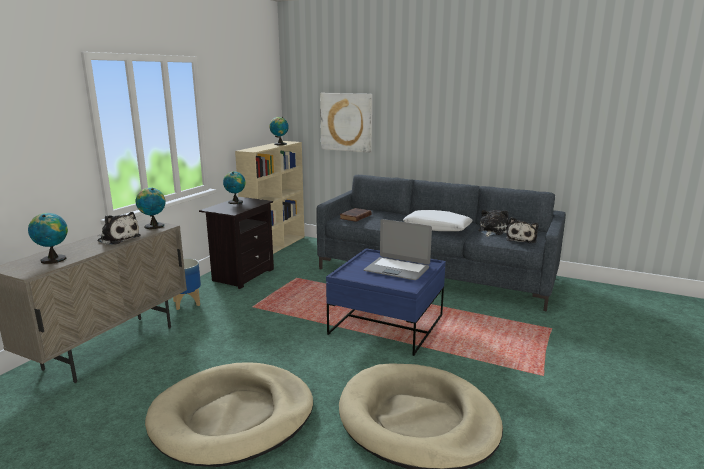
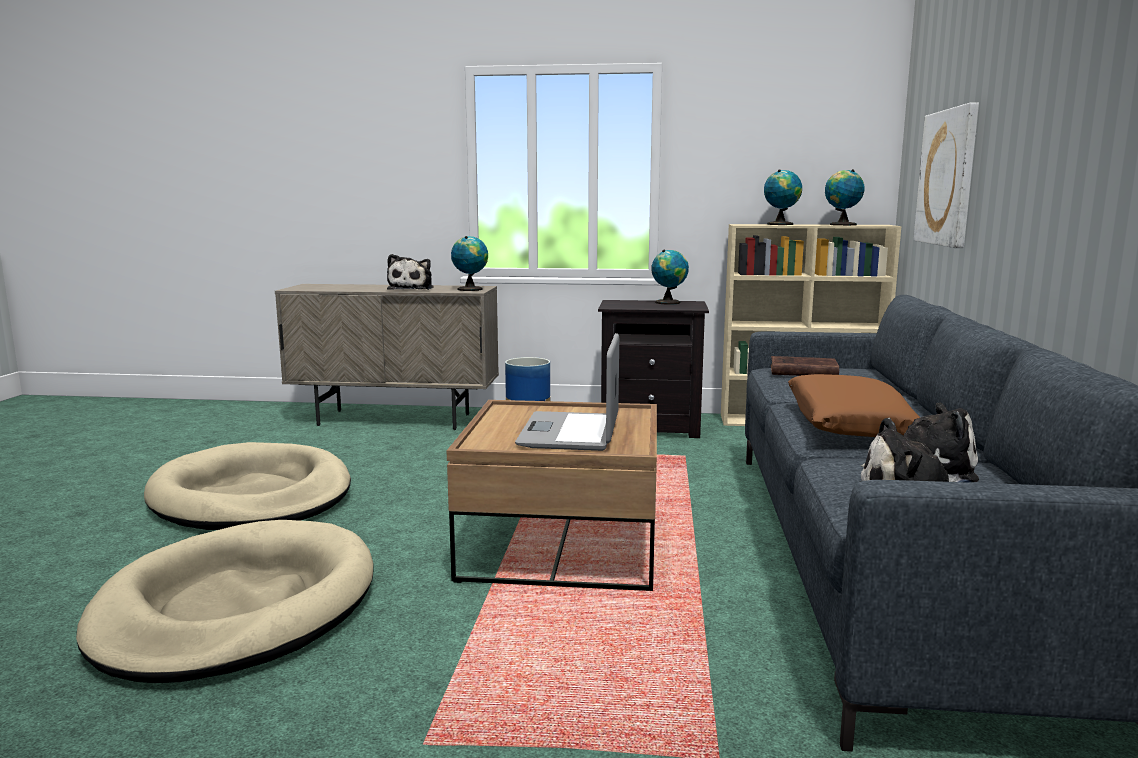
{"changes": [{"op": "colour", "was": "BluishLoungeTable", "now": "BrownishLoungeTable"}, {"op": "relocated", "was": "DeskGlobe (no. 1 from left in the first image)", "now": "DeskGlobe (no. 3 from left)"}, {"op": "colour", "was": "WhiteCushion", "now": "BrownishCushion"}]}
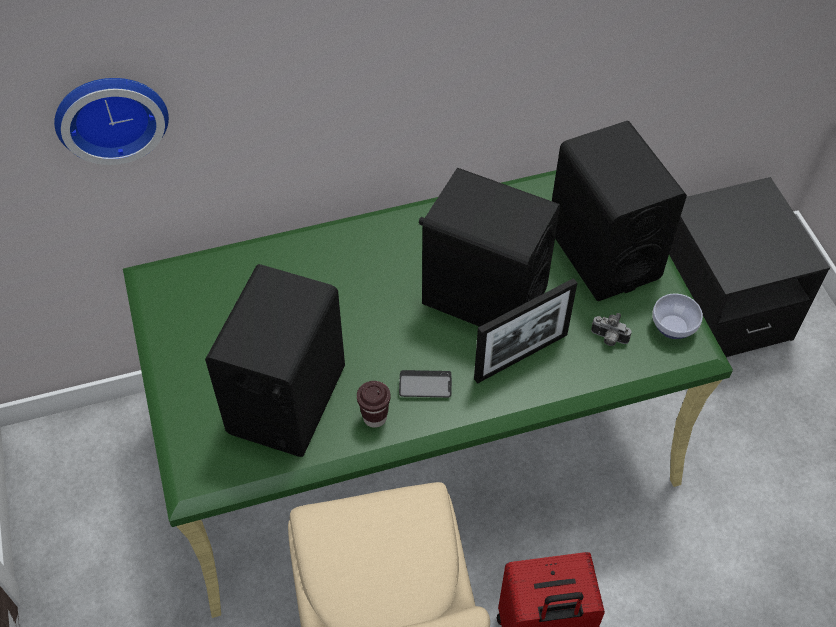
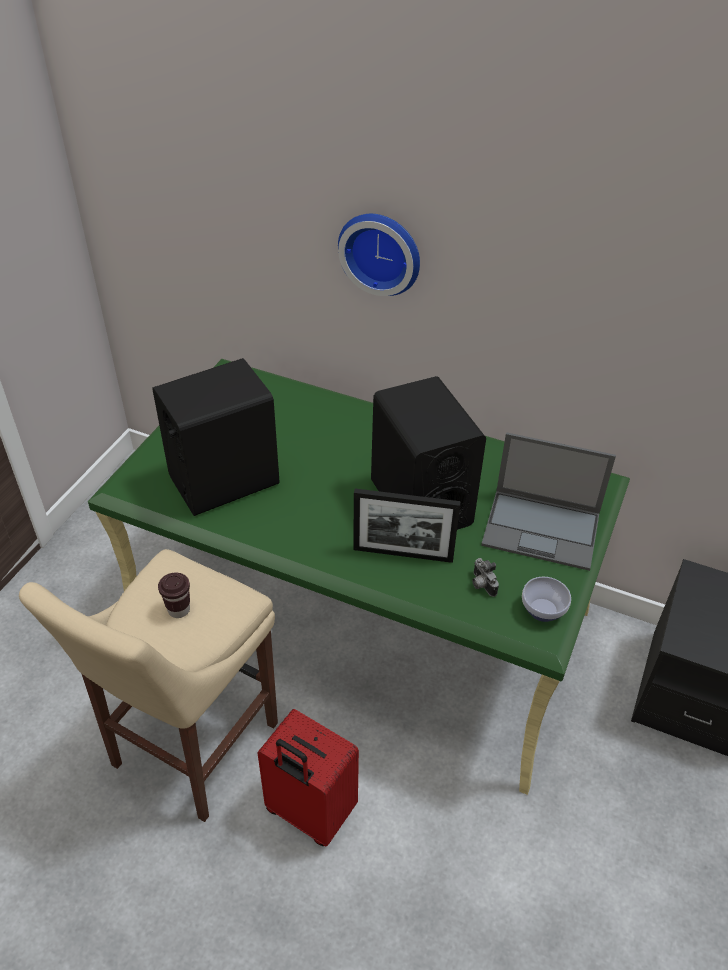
{"changes": [{"op": "relocated", "was": "BrownishSmallCup"}, {"op": "relocated", "was": "ClockOnTheWall"}, {"op": "exchanged", "was": "BlackishAudioSpeaker (no. 3 from left)", "now": "PortableComputer"}, {"op": "missing", "was": "Phone"}]}
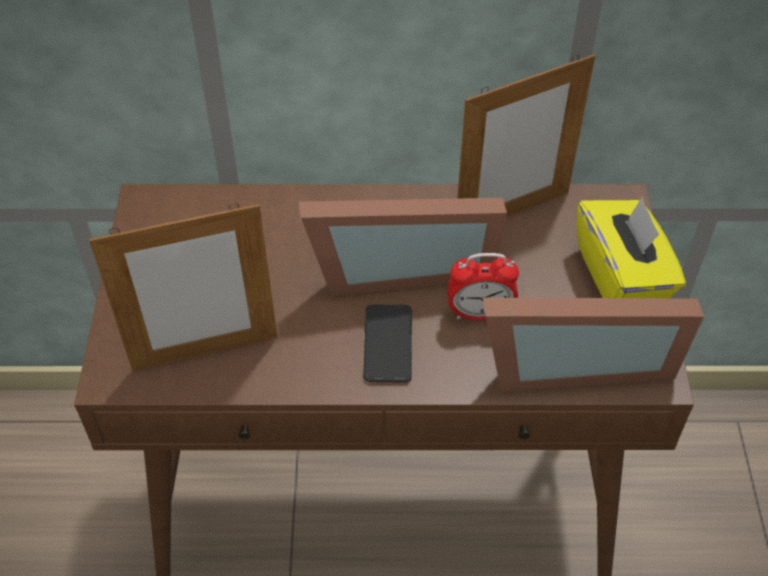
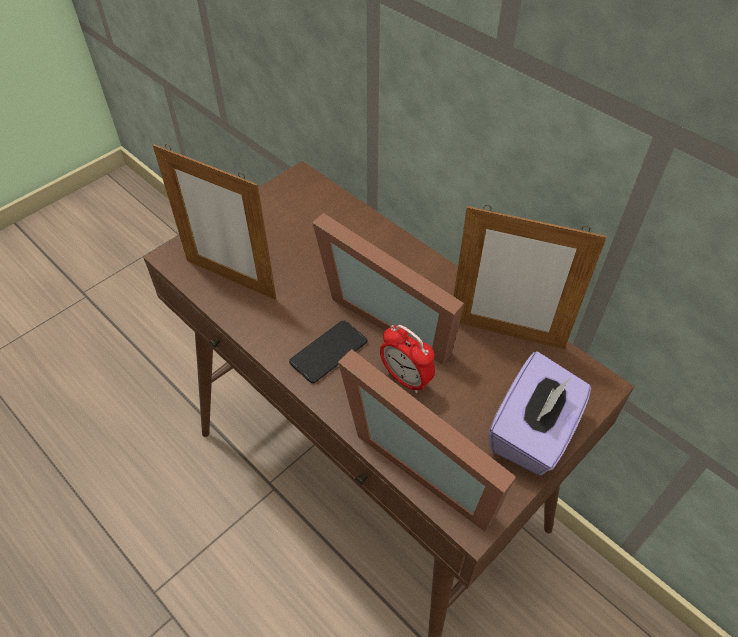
{"changes": [{"op": "colour", "was": "YellowBoxOfTissues", "now": "PurpleColouredBoxOfTissues"}]}
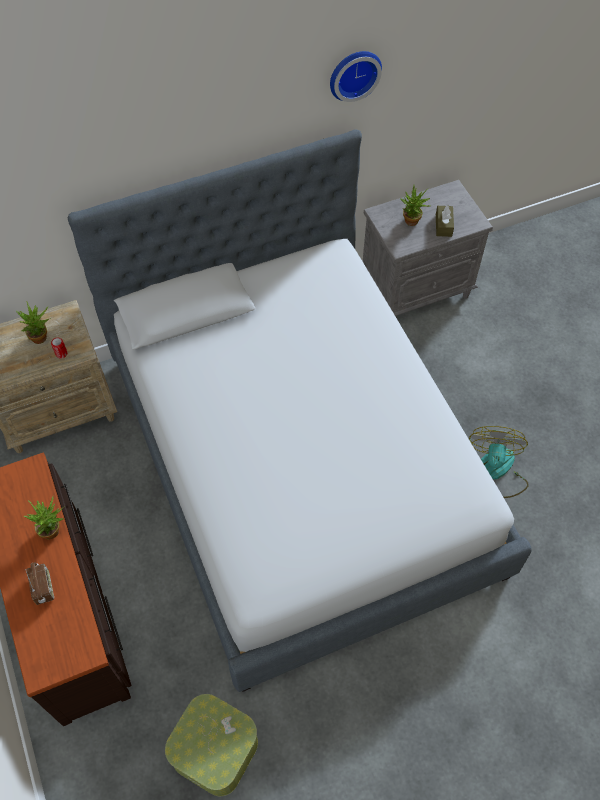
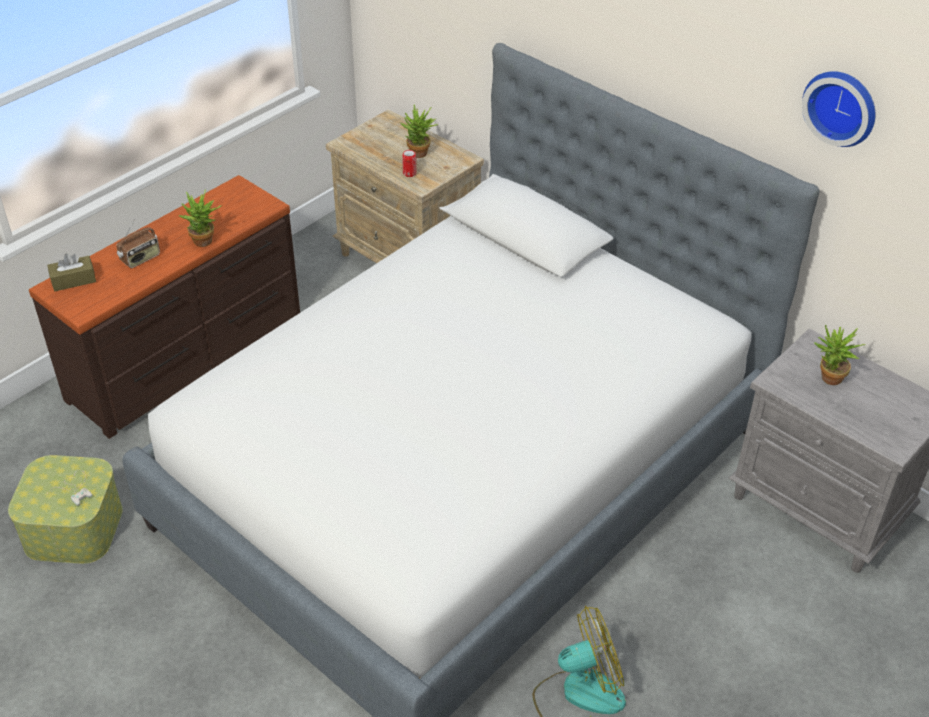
{"changes": [{"op": "relocated", "was": "BrownishBoxOfTissues"}]}
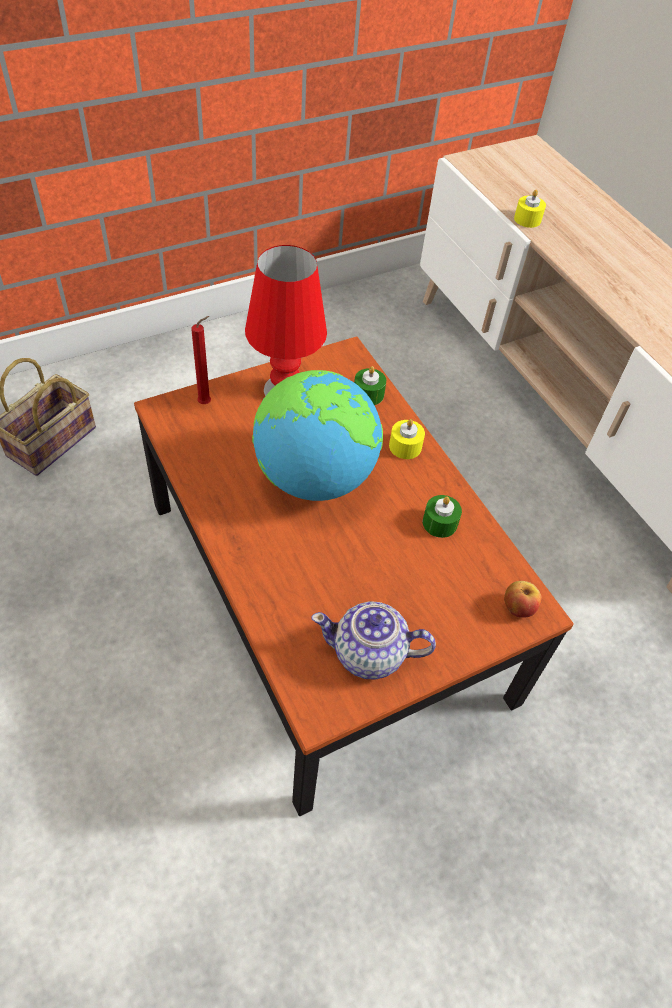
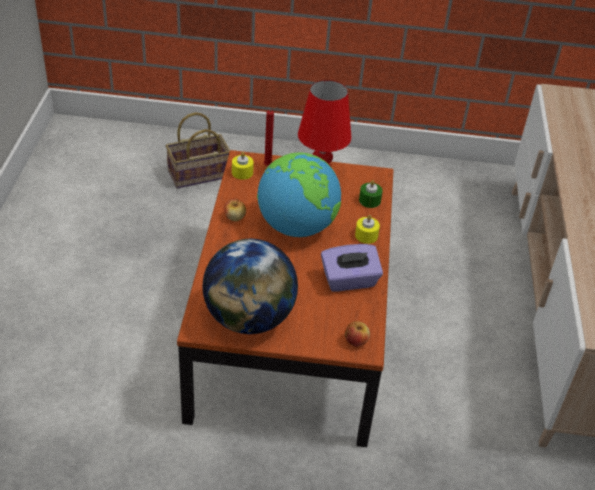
{"changes": [{"op": "exchanged", "was": "PotForTea", "now": "DeskGlobe (no. 1 from left)"}, {"op": "appeared", "now": "AppleFruit (no. 1 from left)"}, {"op": "relocated", "was": "YellowWaxCandle (no. 2 from left in the first image)", "now": "YellowWaxCandle (no. 1 from left)"}, {"op": "exchanged", "was": "GreenColouredWaxCandle (no. 2 from left)", "now": "PurpleColouredBoxOfTissues"}]}
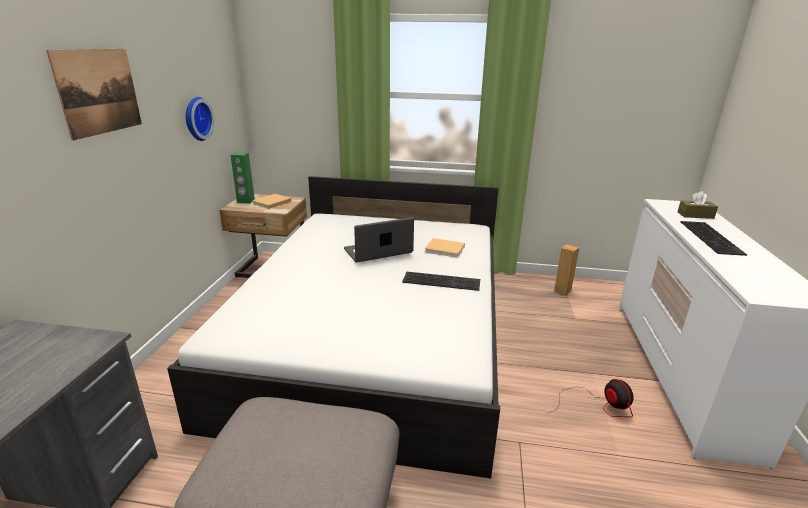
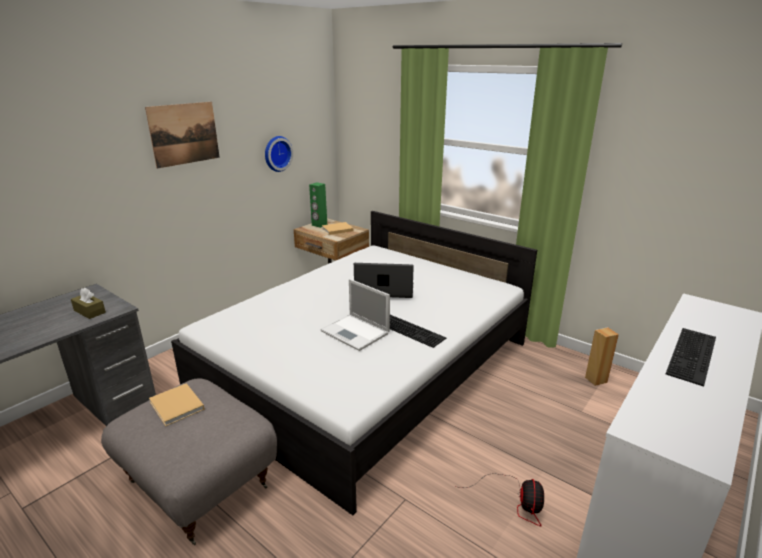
{"changes": [{"op": "relocated", "was": "BrownishBoxOfTissues"}, {"op": "relocated", "was": "BeigeColouredBook (no. 2 from left in the first image)", "now": "BeigeColouredBook (no. 1 from left)"}, {"op": "appeared", "now": "PortableComputer (no. 1 from left)"}]}
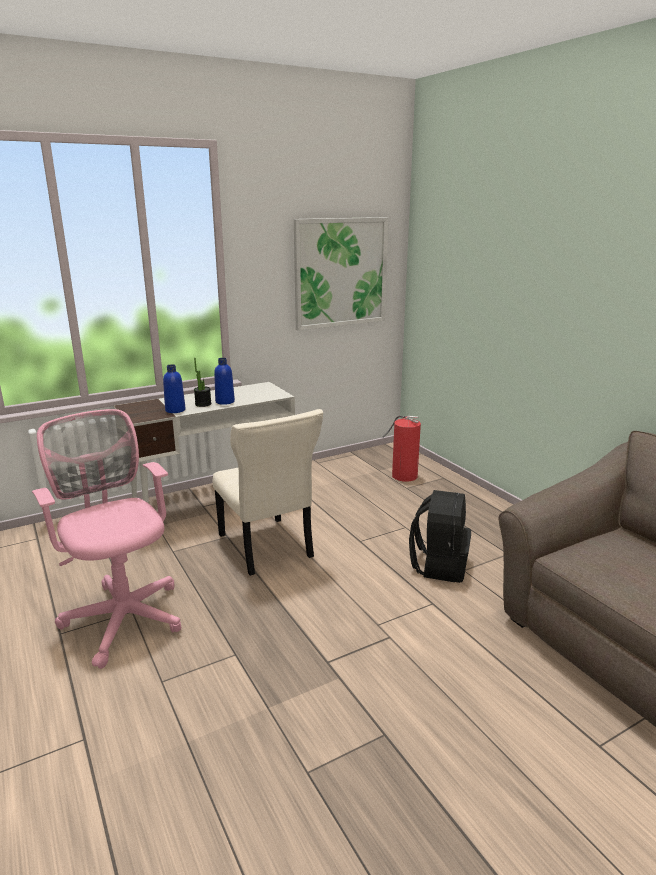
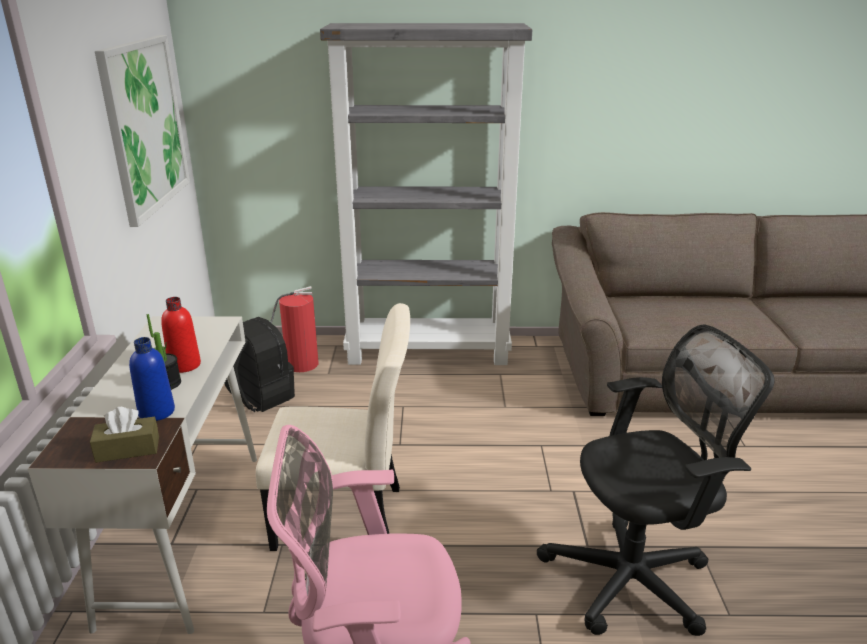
{"changes": [{"op": "appeared", "now": "BrownishBoxOfTissues"}, {"op": "colour", "was": "BluishDrinkBottle (no. 2 from left)", "now": "RedColouredDrinkBottle"}, {"op": "relocated", "was": "BlackishBackpack"}, {"op": "appeared", "now": "GrayBookcase"}, {"op": "appeared", "now": "BlackishDeskChair"}]}
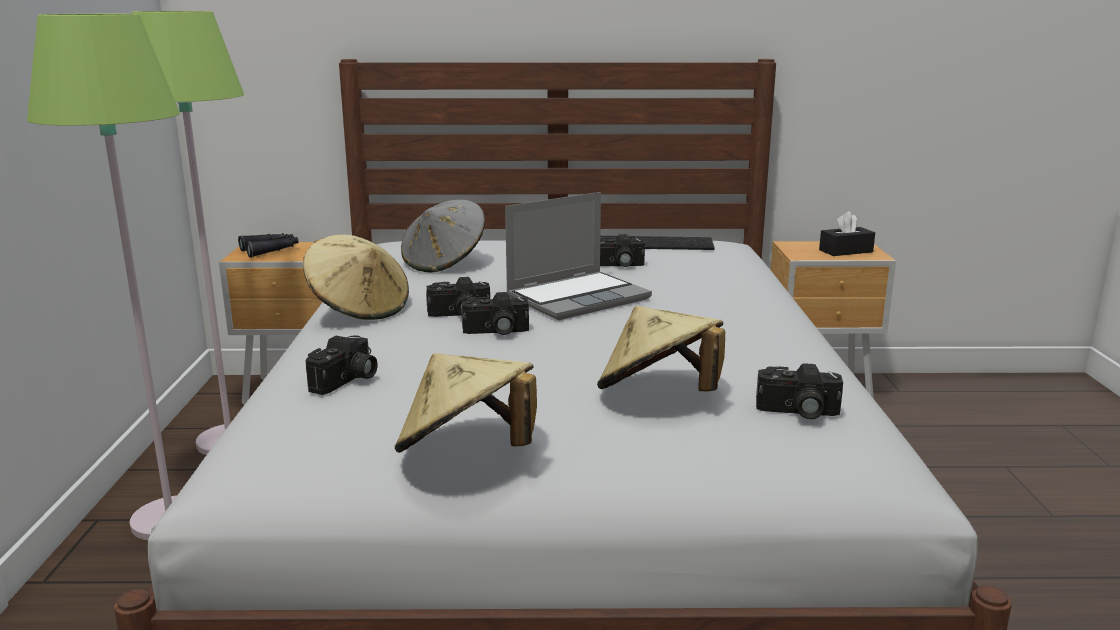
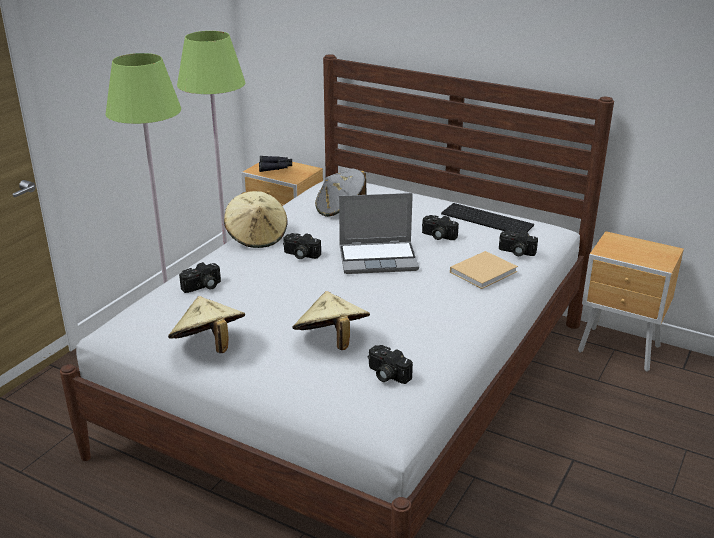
{"changes": [{"op": "appeared", "now": "BeigeColouredBook"}, {"op": "relocated", "was": "PhotoCamera (no. 3 from left in the first image)", "now": "PhotoCamera (no. 5 from left)"}, {"op": "missing", "was": "BlackishBoxOfTissues"}]}
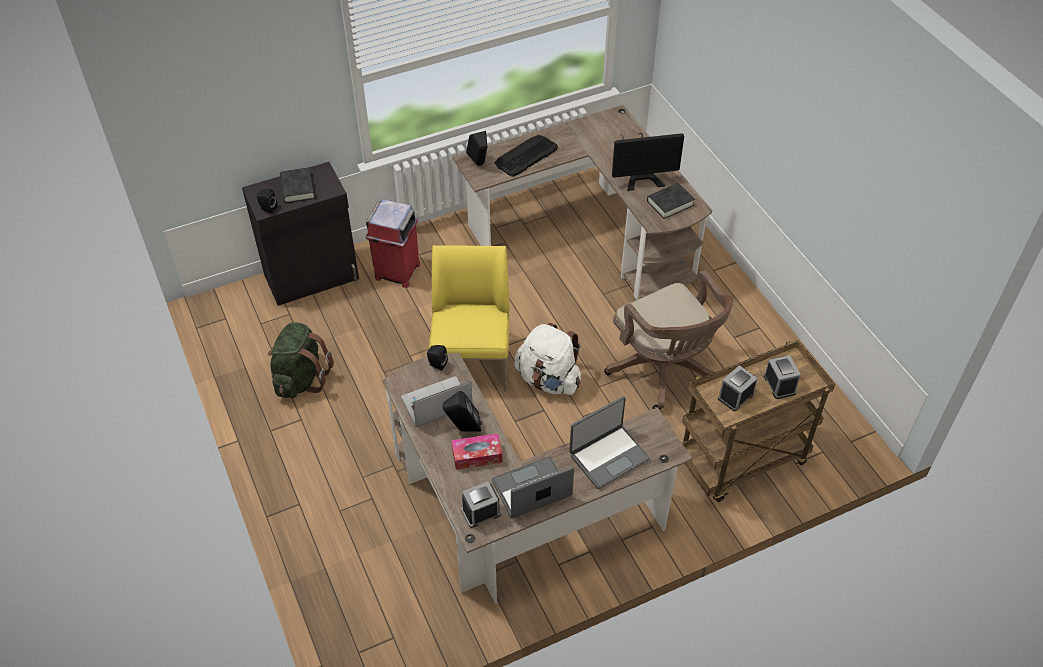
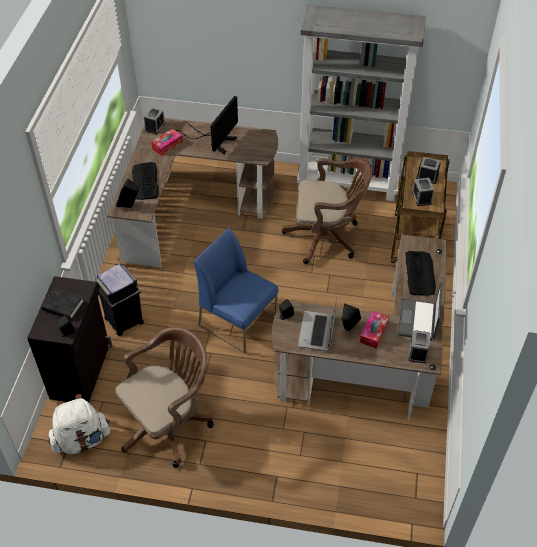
{"changes": [{"op": "relocated", "was": "WhiteBackpack"}, {"op": "colour", "was": "RedColouredRubbishBin", "now": "BlackishRubbishBin"}, {"op": "exchanged", "was": "GreenColouredBackpack", "now": "BrownishDeskChair (no. 1 from left)"}, {"op": "appeared", "now": "BedsideClock (no. 1 from left)"}, {"op": "appeared", "now": "BoxOfTissues (no. 1 from left)"}, {"op": "colour", "was": "YellowPlainChair", "now": "BluishPlainChair"}, {"op": "appeared", "now": "GrayBookcase"}, {"op": "exchanged", "was": "PortableComputer (no. 3 from left)", "now": "Keyboard (no. 2 from left)"}, {"op": "missing", "was": "BlackishBook (no. 2 from left)"}]}
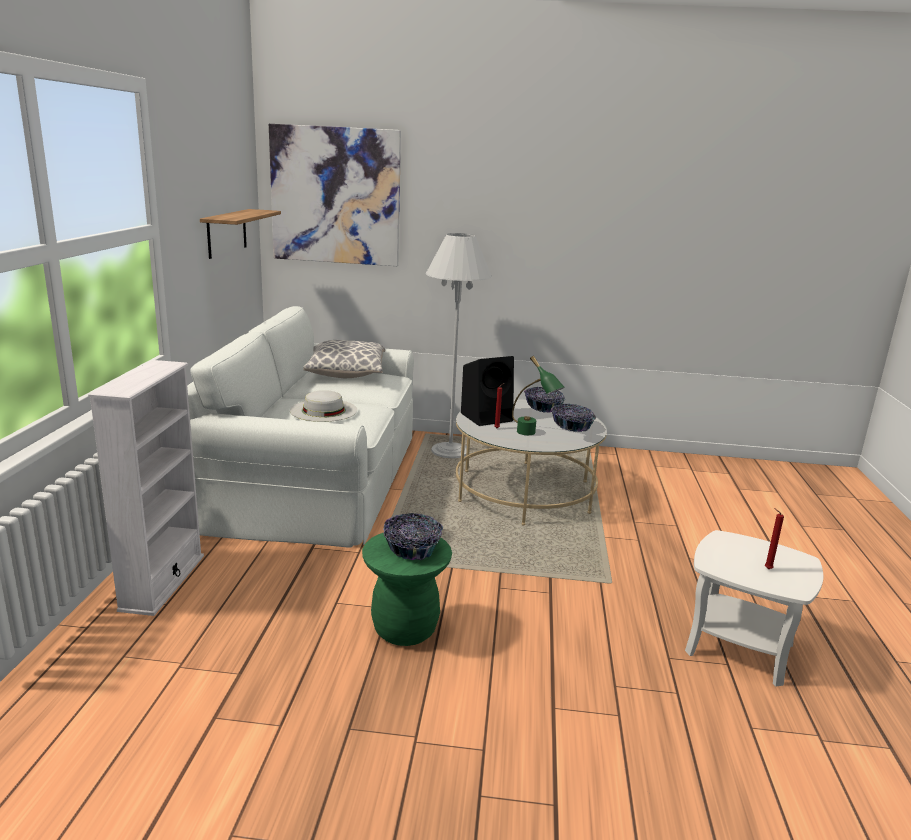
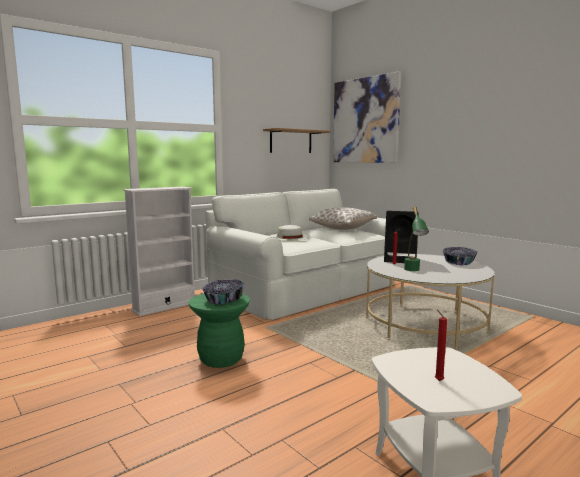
{"changes": [{"op": "missing", "was": "WhiteStandingLamp"}, {"op": "missing", "was": "ServingBowl (no. 3 from left)"}]}
